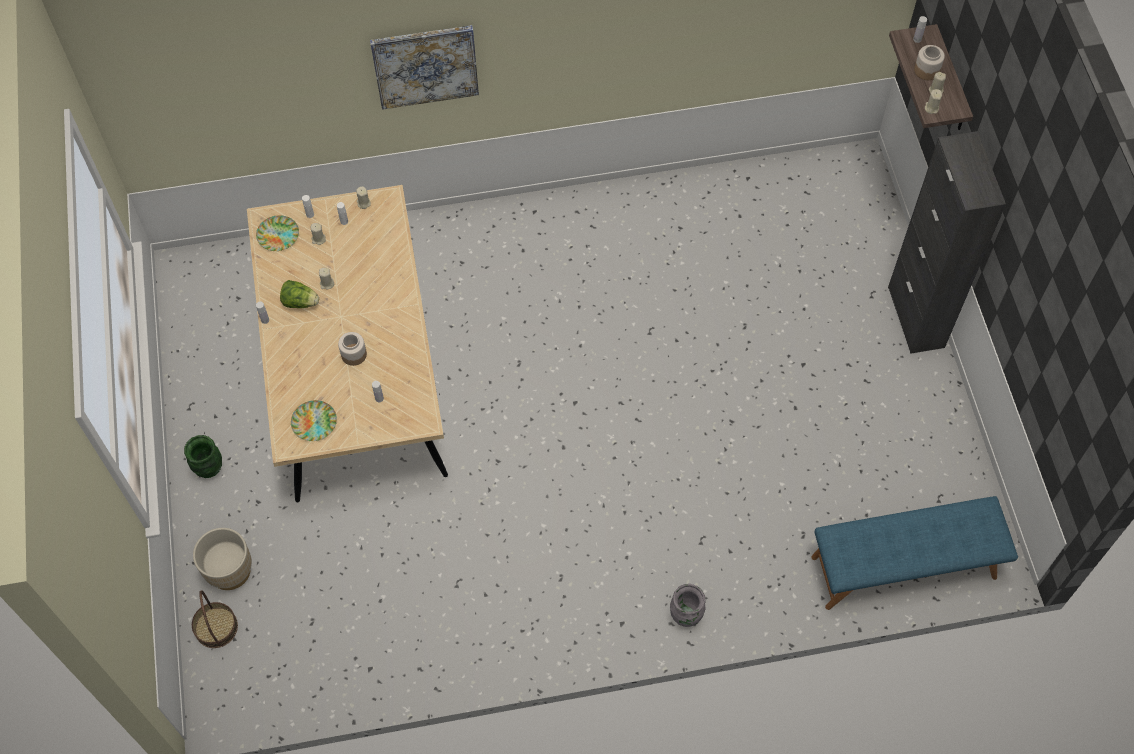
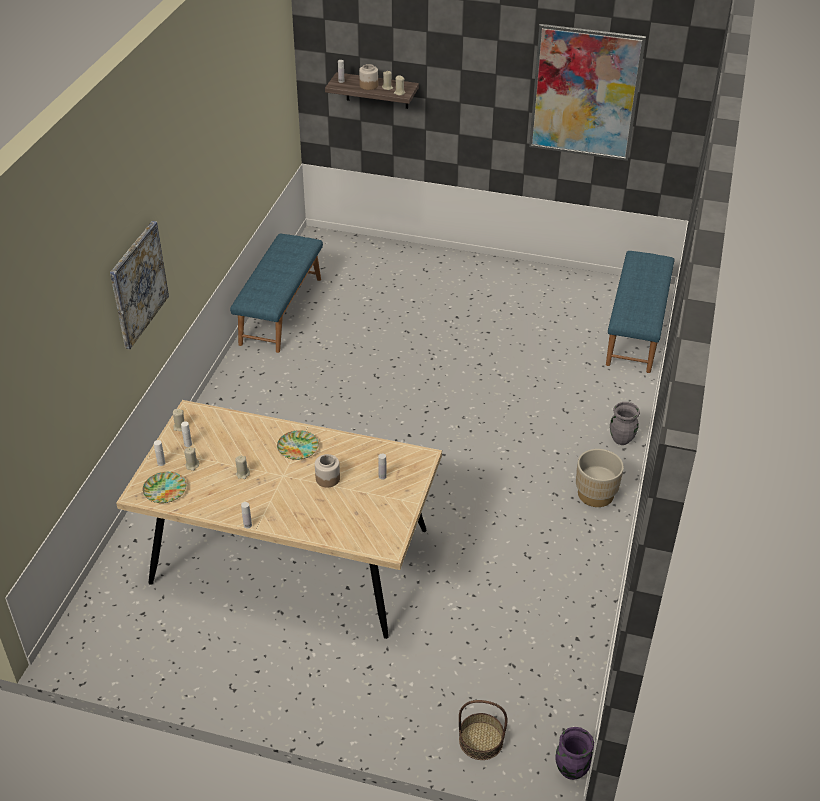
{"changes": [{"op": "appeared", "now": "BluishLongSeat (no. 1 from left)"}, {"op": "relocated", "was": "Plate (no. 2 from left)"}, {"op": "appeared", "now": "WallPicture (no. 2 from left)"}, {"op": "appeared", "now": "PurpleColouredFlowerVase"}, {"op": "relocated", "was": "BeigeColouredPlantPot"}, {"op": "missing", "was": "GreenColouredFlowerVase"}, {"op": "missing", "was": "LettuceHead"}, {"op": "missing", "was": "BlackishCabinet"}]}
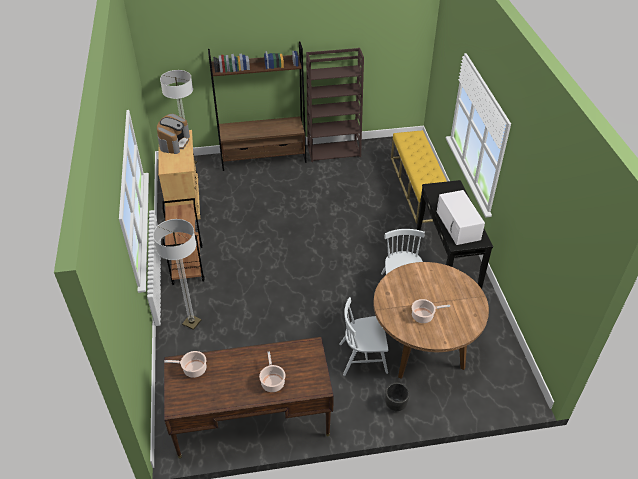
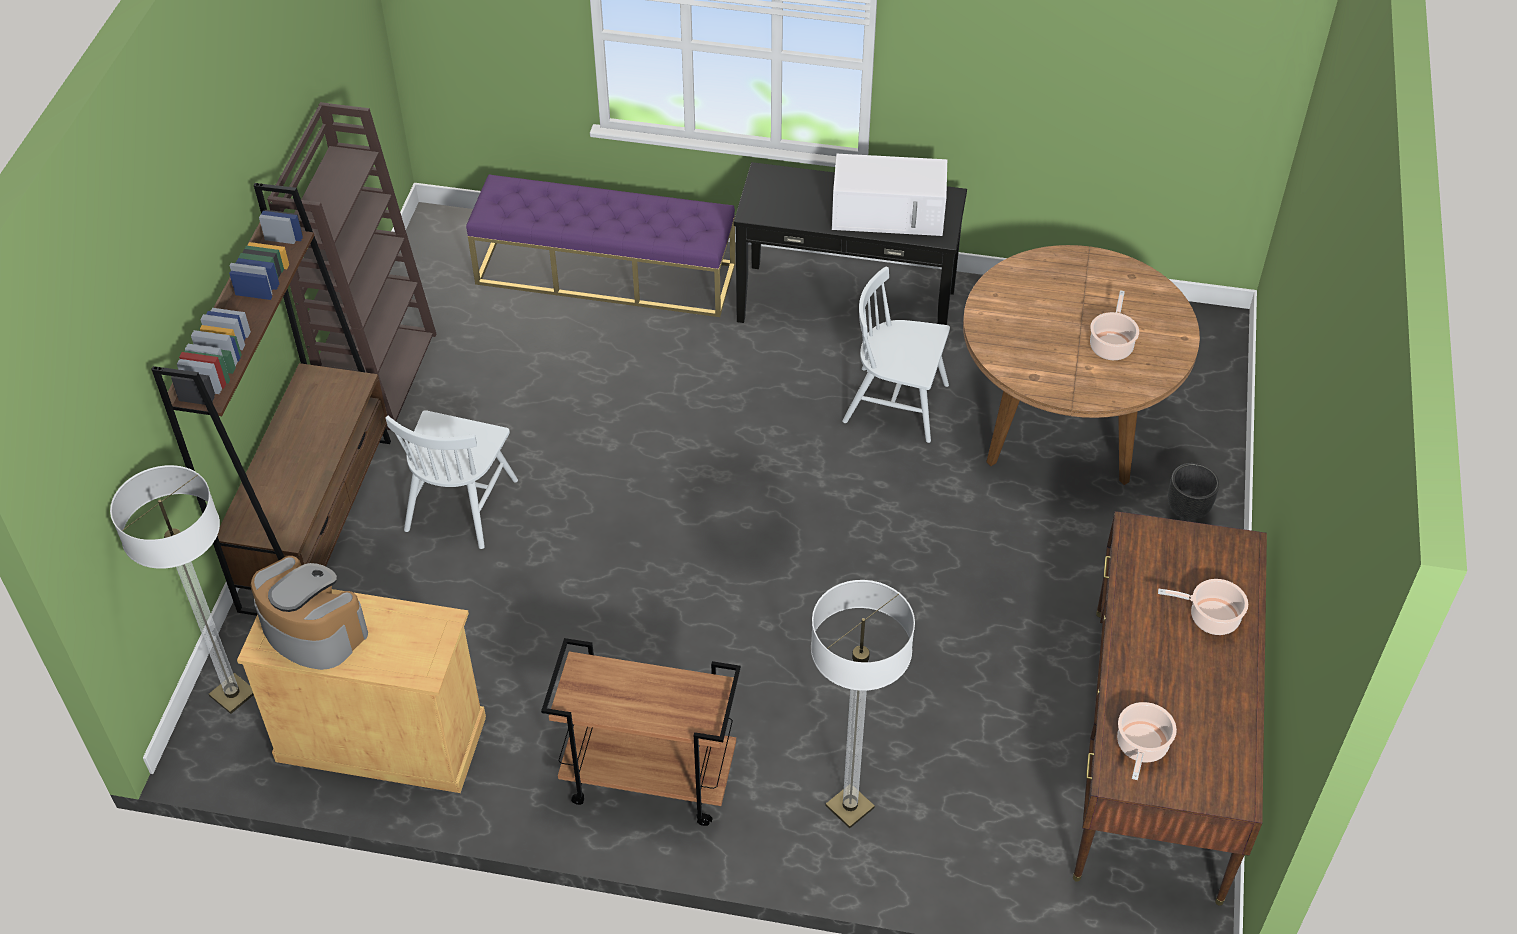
{"changes": [{"op": "relocated", "was": "WhitePlainChair (no. 1 from left)"}, {"op": "colour", "was": "YellowLongSeat", "now": "PurpleColouredLongSeat"}]}
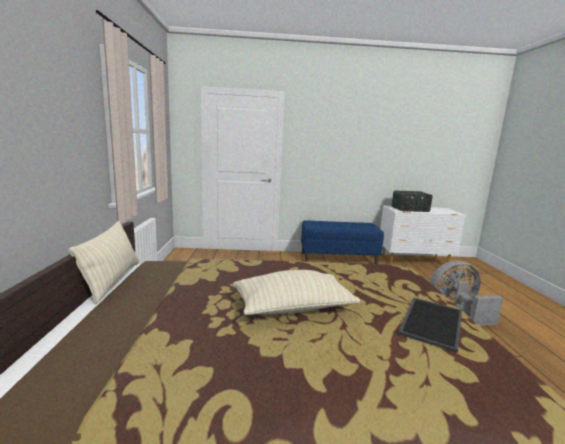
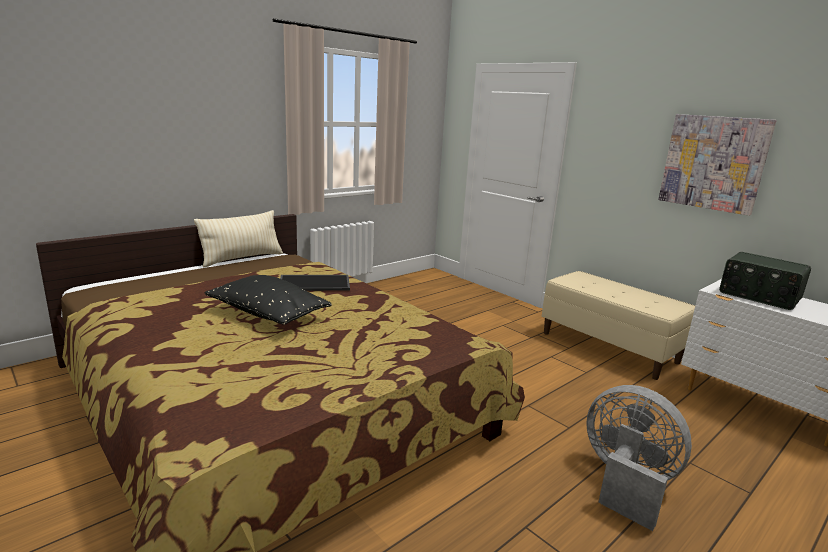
{"changes": [{"op": "colour", "was": "BeigeColouredCushion (no. 2 from left)", "now": "BlackishCushion"}, {"op": "relocated", "was": "Tray"}, {"op": "colour", "was": "BluishLongSeat", "now": "BeigeColouredLongSeat"}, {"op": "appeared", "now": "WallPicture"}]}
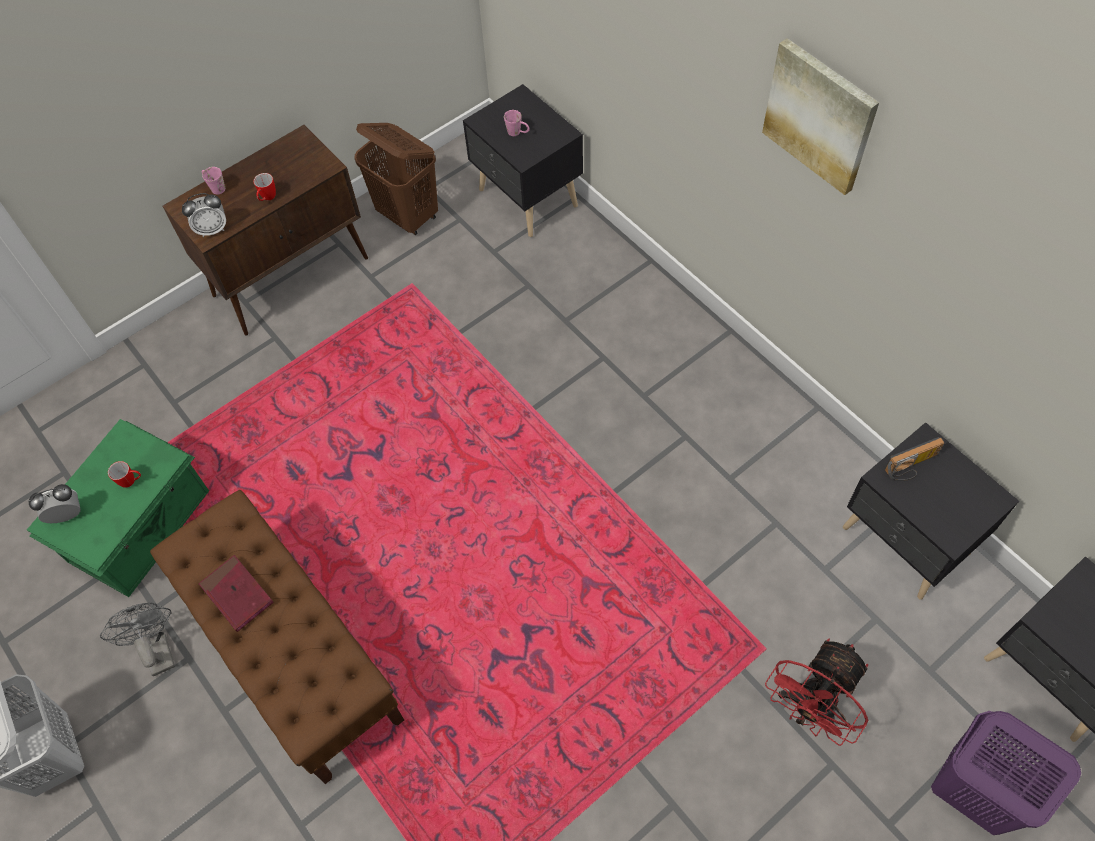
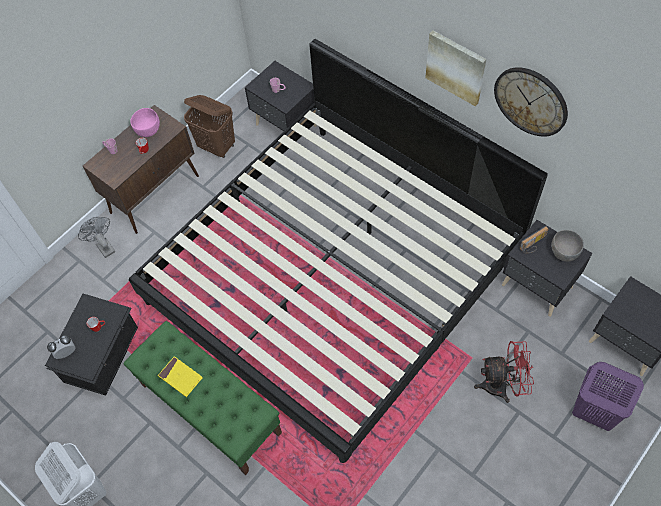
{"changes": [{"op": "colour", "was": "GreenColouredStorageBox", "now": "BlackishStorageBox"}, {"op": "relocated", "was": "GrayCoolingFan"}, {"op": "colour", "was": "BrownishLongSeat", "now": "GreenColouredLongSeat"}, {"op": "appeared", "now": "Bed"}, {"op": "appeared", "now": "PinkishServingBowl"}, {"op": "colour", "was": "RedColouredBook", "now": "YellowBook"}, {"op": "spun", "was": "RedColouredCoolingFan", "clockwise": -120}, {"op": "appeared", "now": "ClockOnTheWall"}, {"op": "appeared", "now": "GrayServingBowl"}, {"op": "missing", "was": "BedsideClock (no. 2 from left)"}]}
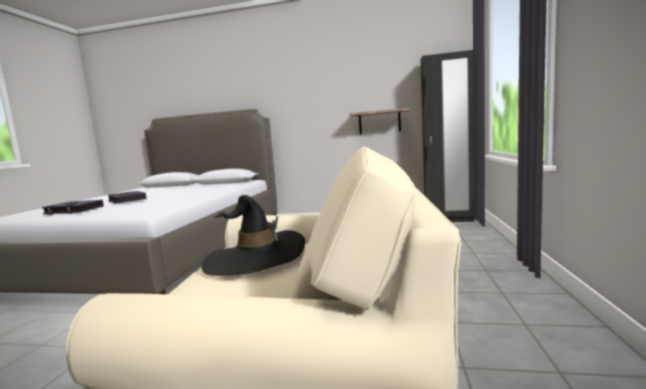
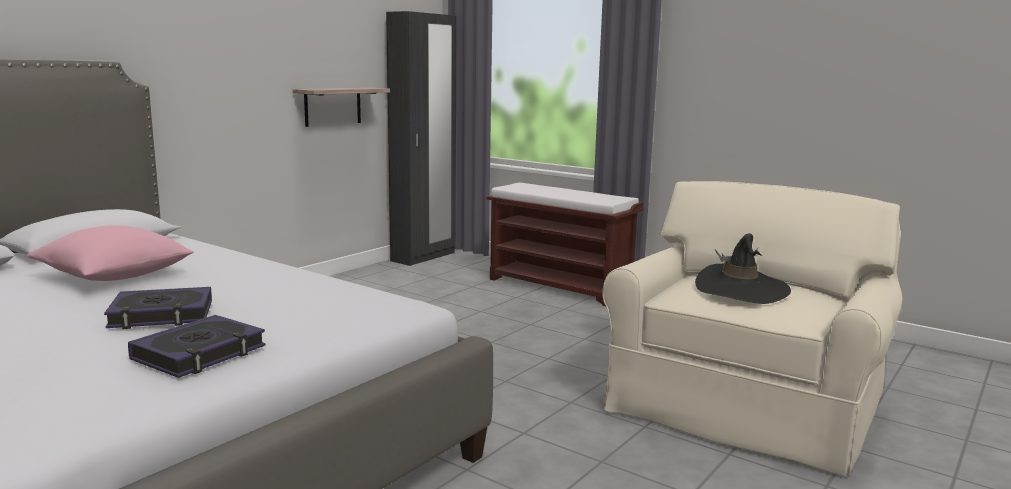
{"changes": [{"op": "appeared", "now": "PinkishCushion"}, {"op": "appeared", "now": "BrownishLongSeat"}]}
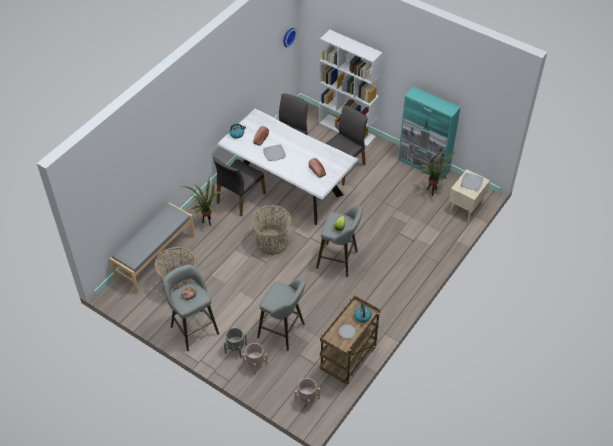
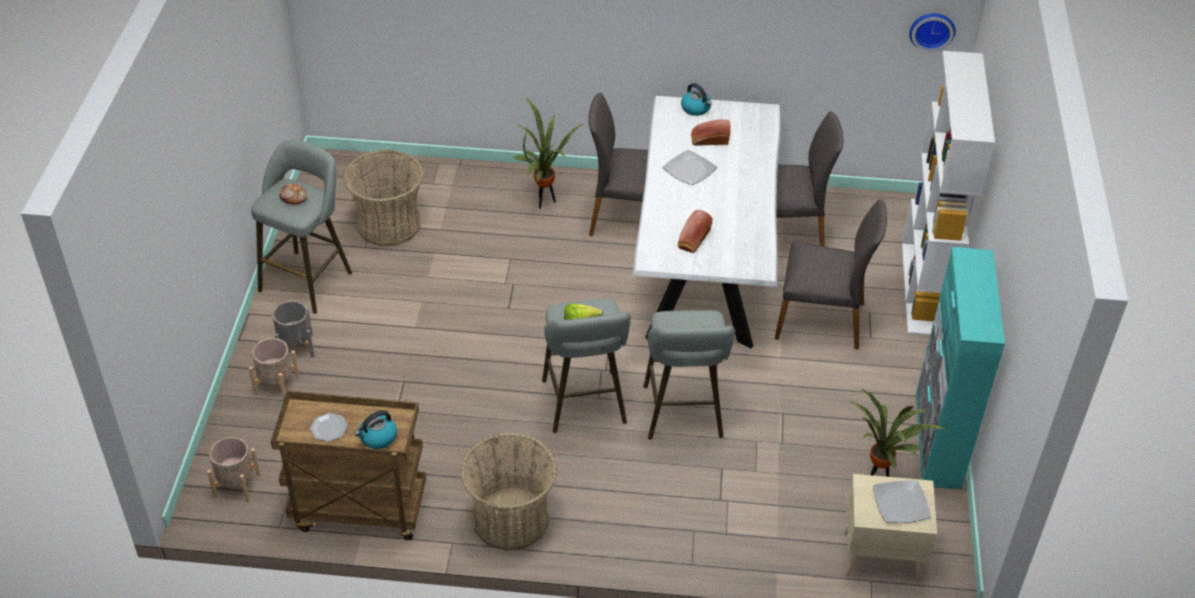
{"changes": [{"op": "relocated", "was": "Basket (no. 2 from left)"}, {"op": "relocated", "was": "GrayStoolSeat (no. 2 from left in the first image)", "now": "GrayStoolSeat (no. 3 from left)"}, {"op": "missing", "was": "GrayLongSeat"}]}
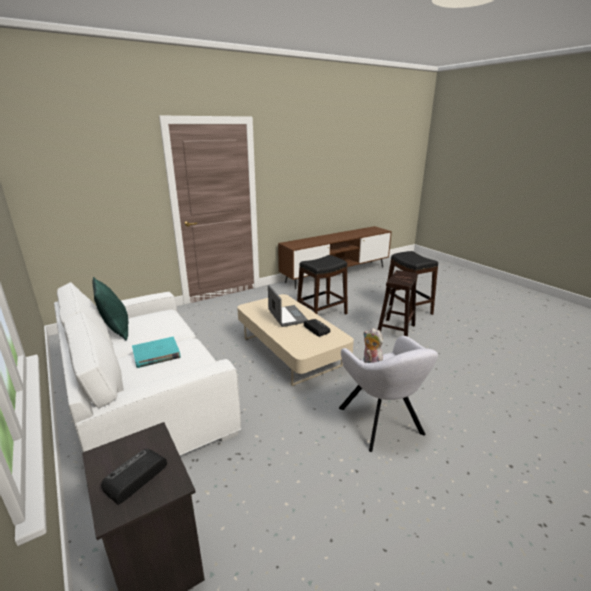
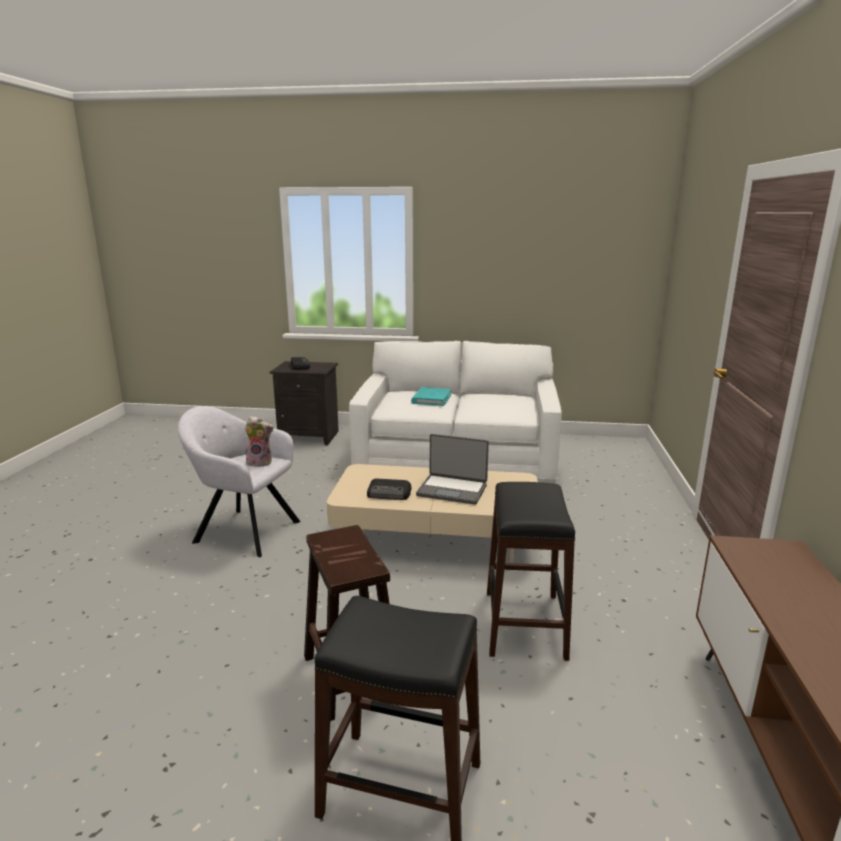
{"changes": [{"op": "missing", "was": "GreenColouredCushion"}]}
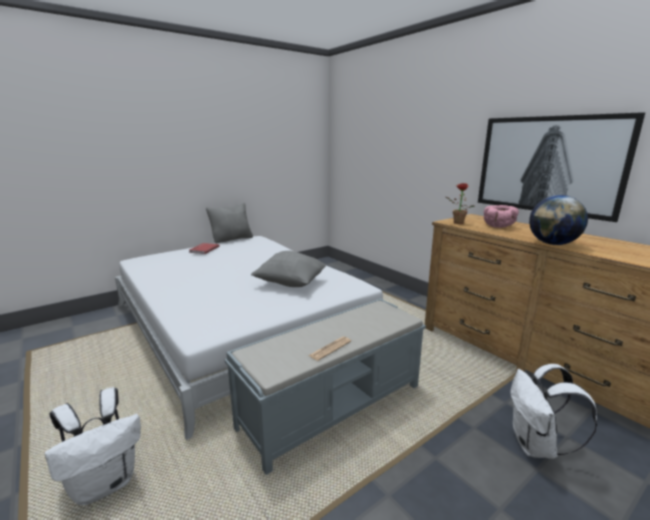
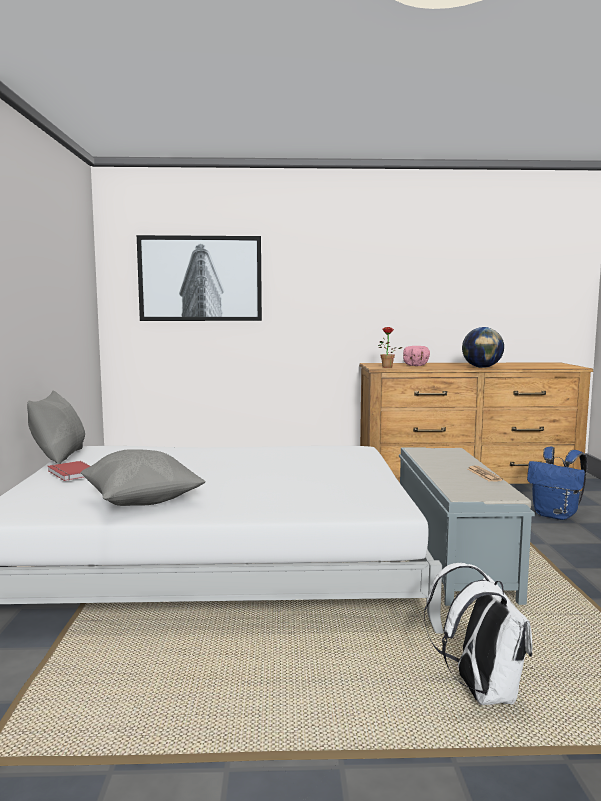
{"changes": [{"op": "relocated", "was": "GrayCushion (no. 2 from left)"}, {"op": "relocated", "was": "WallPicture"}, {"op": "colour", "was": "WhiteBackpack (no. 2 from left)", "now": "BluishBackpack"}]}
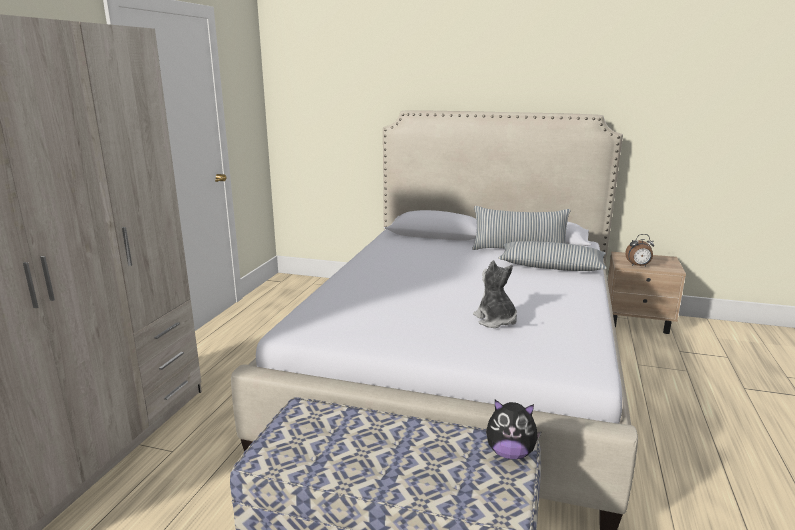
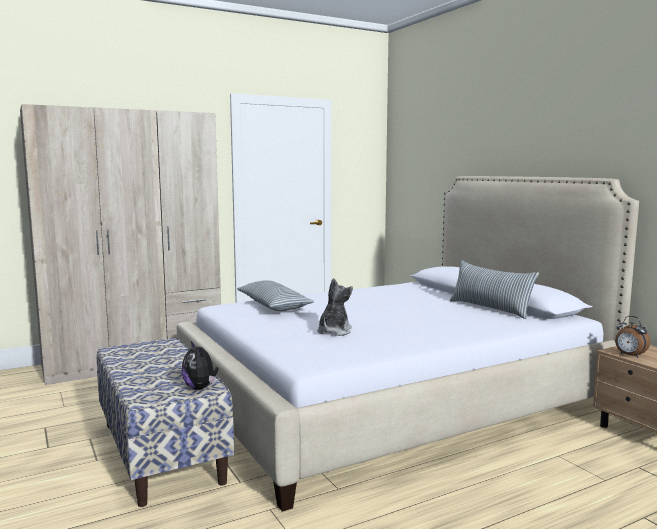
{"changes": [{"op": "relocated", "was": "Cushion (no. 2 from left in the first image)", "now": "Cushion (no. 1 from left)"}]}
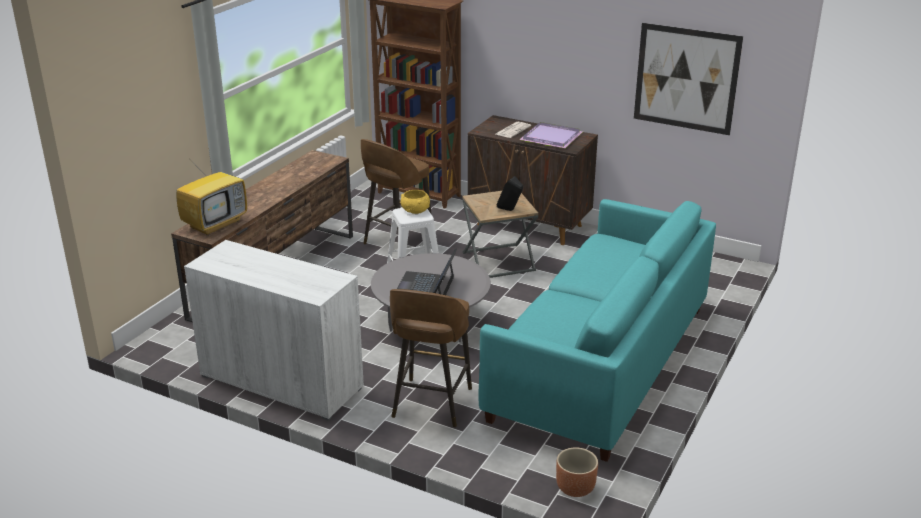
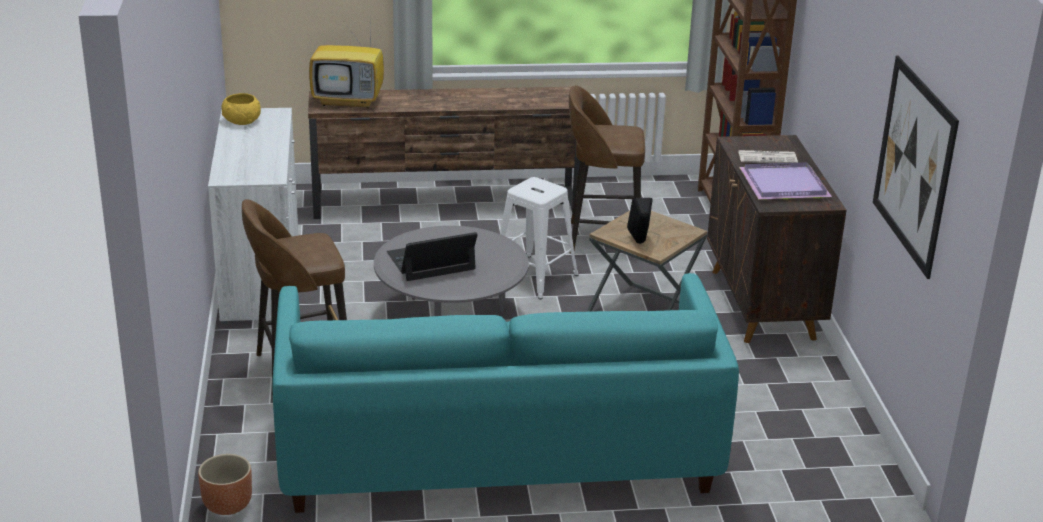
{"changes": [{"op": "relocated", "was": "YellowServingBowl"}]}
